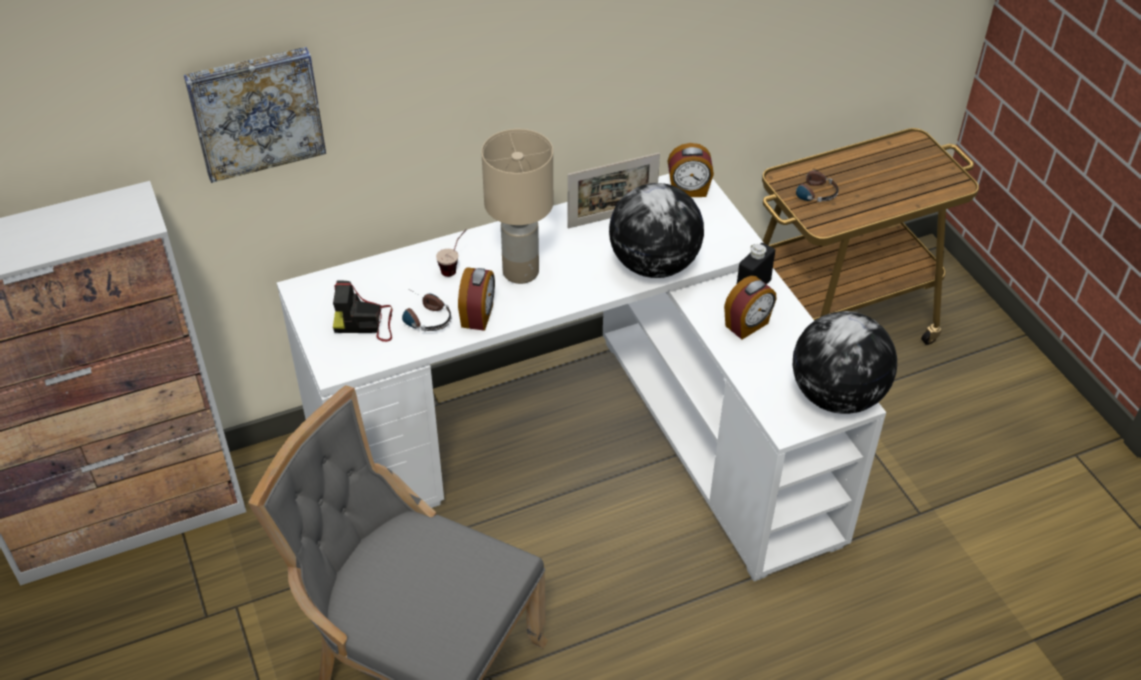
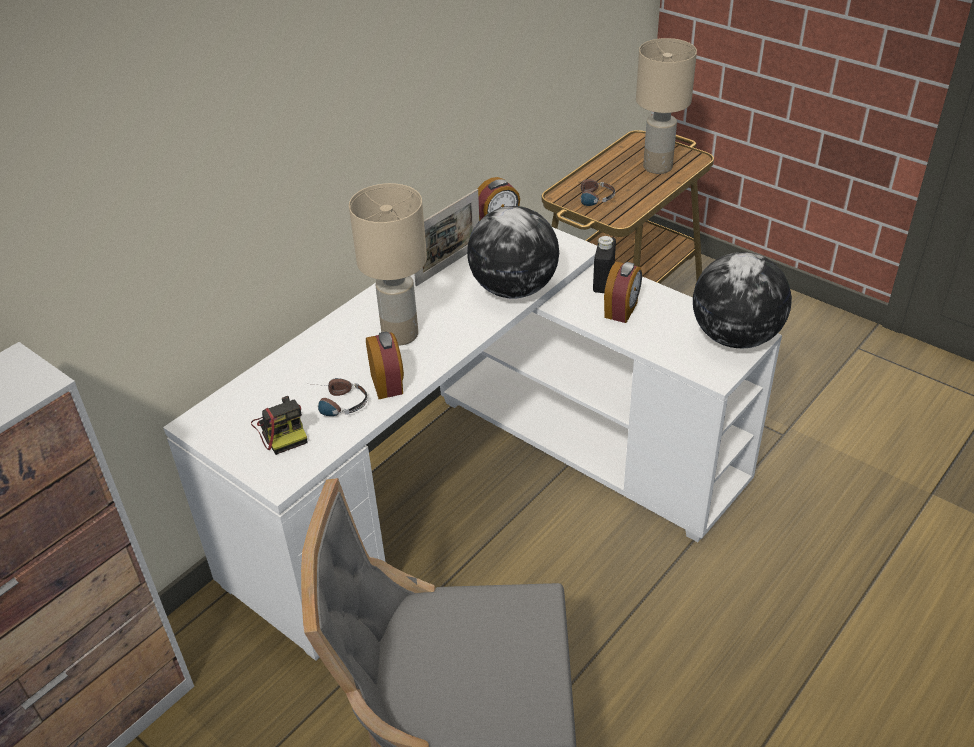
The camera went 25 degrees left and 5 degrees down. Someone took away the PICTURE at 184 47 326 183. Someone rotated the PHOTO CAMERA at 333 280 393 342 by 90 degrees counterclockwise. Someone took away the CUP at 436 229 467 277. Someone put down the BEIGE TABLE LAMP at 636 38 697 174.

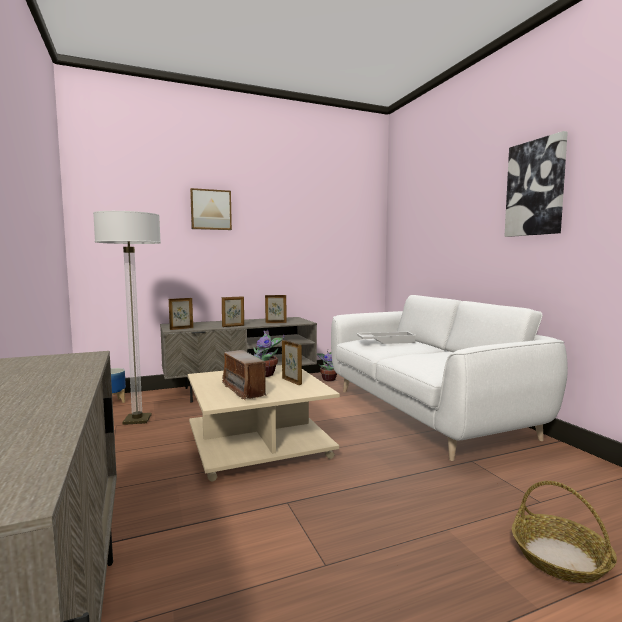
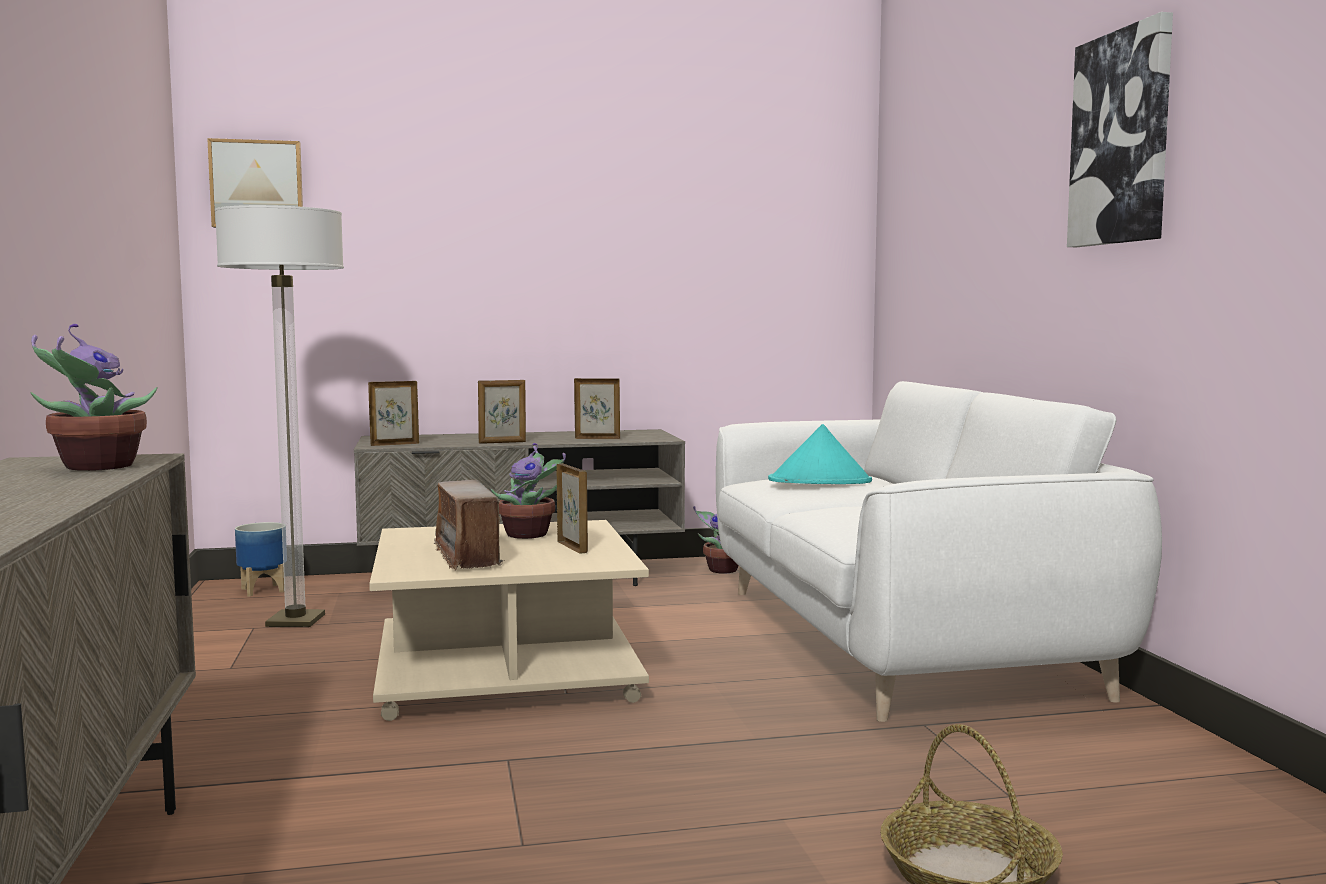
The camera went 10 degrees right and 0 degrees up. Someone carried the PICTURE from 190 188 232 230 to 207 138 303 228. Someone swapped the WHITE TRAY at 356 332 417 344 for the TURQUOISE HAT at 768 424 872 484. Someone put down the POTTED PLANT at 30 324 157 471.

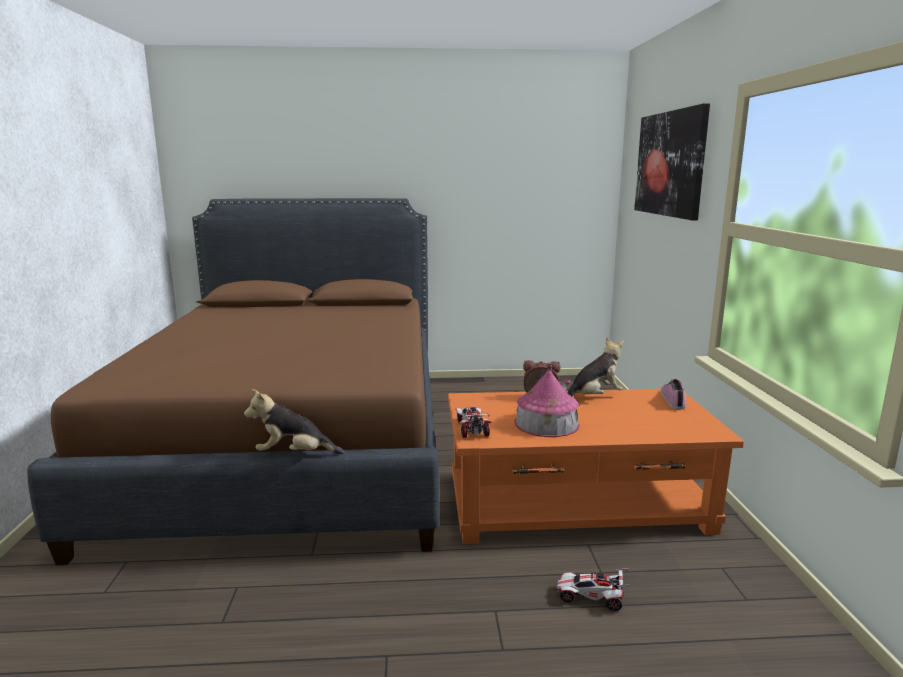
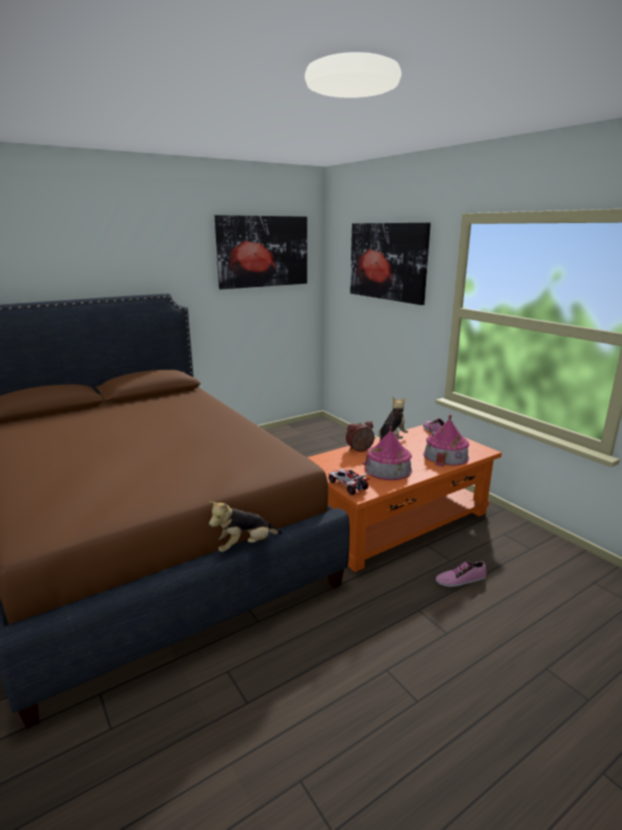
The camera went 30 degrees left and 5 degrees up. Someone swapped the TOY CAR at 555 568 629 611 for the SHOE at 436 561 487 587. Someone put up the PICTURE at 215 215 307 289. Someone put down the TOY HOUSE at 423 414 469 467.

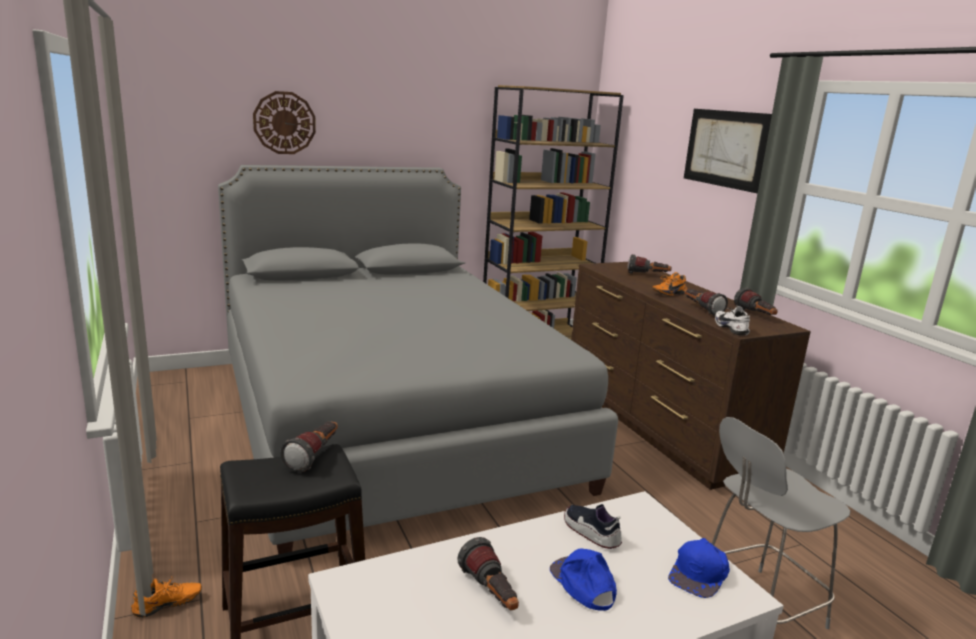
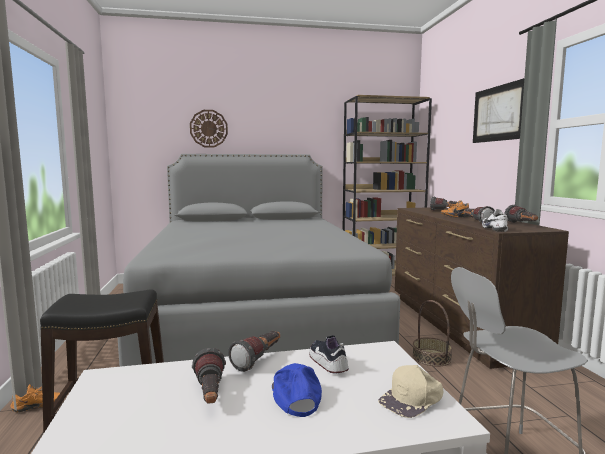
The camera went 15 degrees right and 10 degrees down. Someone carried the FLASHLIGHT from 280 421 338 472 to 228 331 280 372. Someone repainted the BLUE CAP at 668 538 730 598, which became the BEIGE CAP at 378 365 444 418. Someone put down the BASKET at 412 300 453 367.

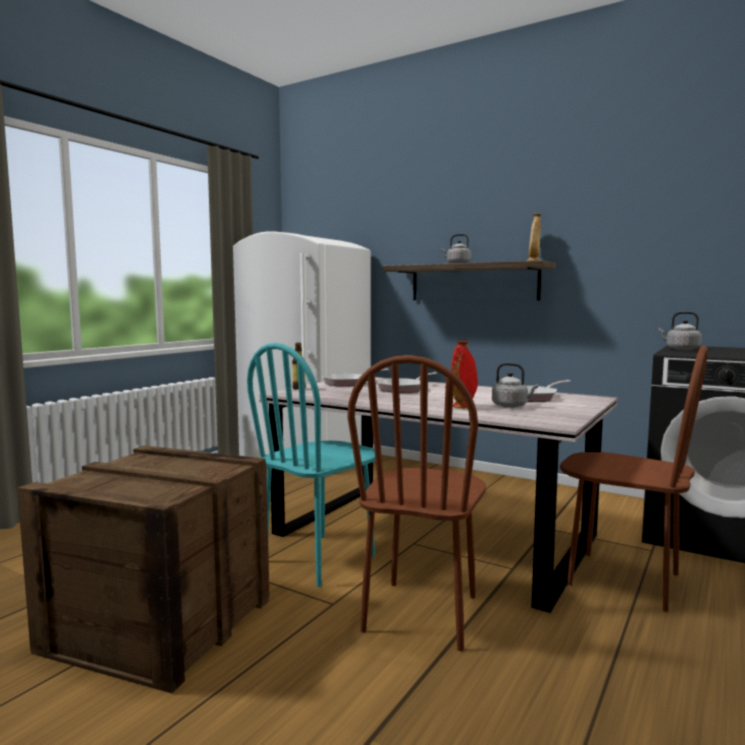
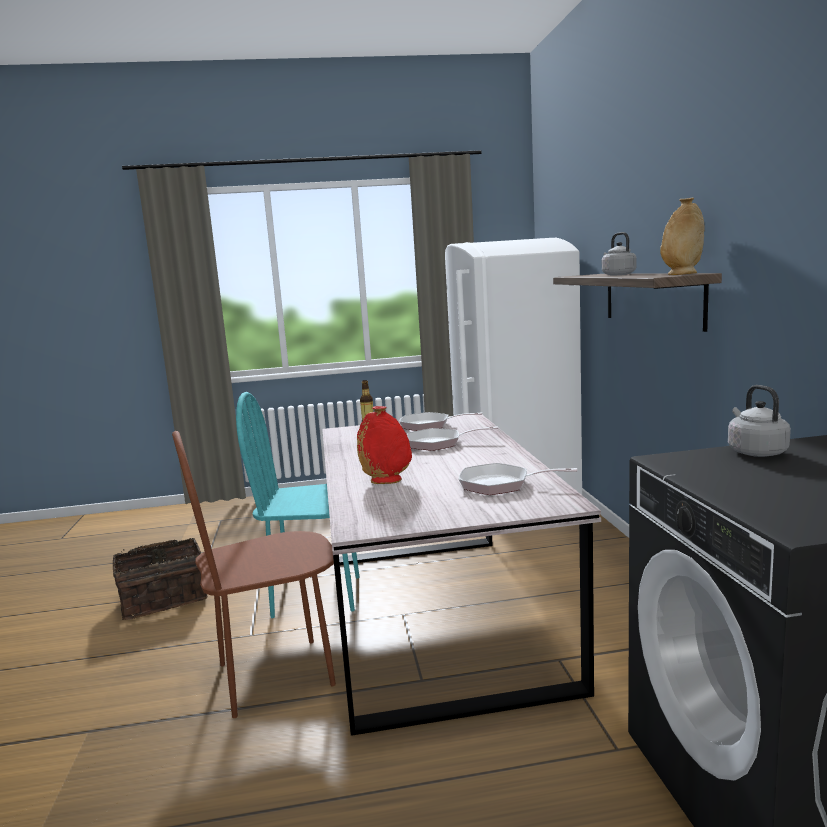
The camera went 50 degrees right and 5 degrees up. Someone swapped the CRATE at 18 445 270 693 for the BASKET at 113 538 207 620. Someone took away the GREY KETTLE at 492 363 538 408. Someone took away the BROWN CHAIR at 560 346 708 612.

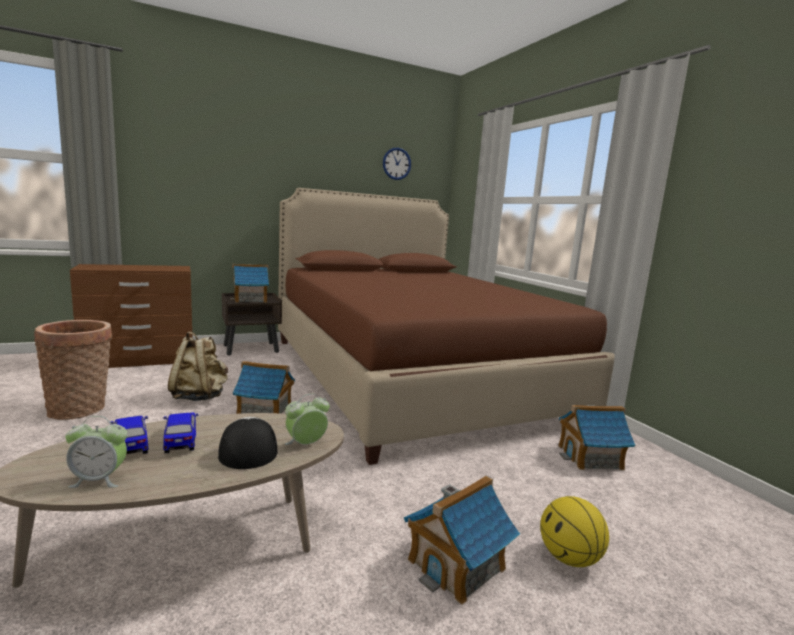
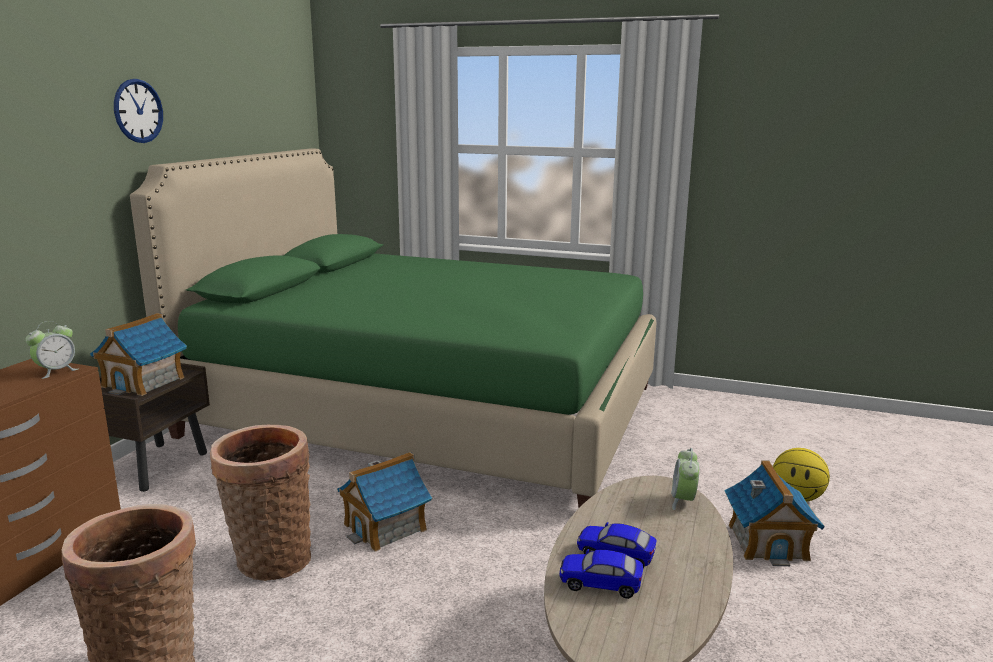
The camera went 45 degrees left and 5 degrees up. Someone carried the ALARM CLOCK from 65 416 127 488 to 26 321 78 379. Someone swapped the BEIGE BACKPACK at 168 331 228 401 for the BASKET at 210 425 311 581. Someone took away the CAP at 218 417 277 469. Someone repainted the BROWN BED at 278 188 615 465, which became the GREEN BED at 130 148 657 508. Someone carried the WALL CLOCK from 383 148 411 180 to 114 79 163 143. Someone took away the TOY HOUSE at 558 405 635 470.

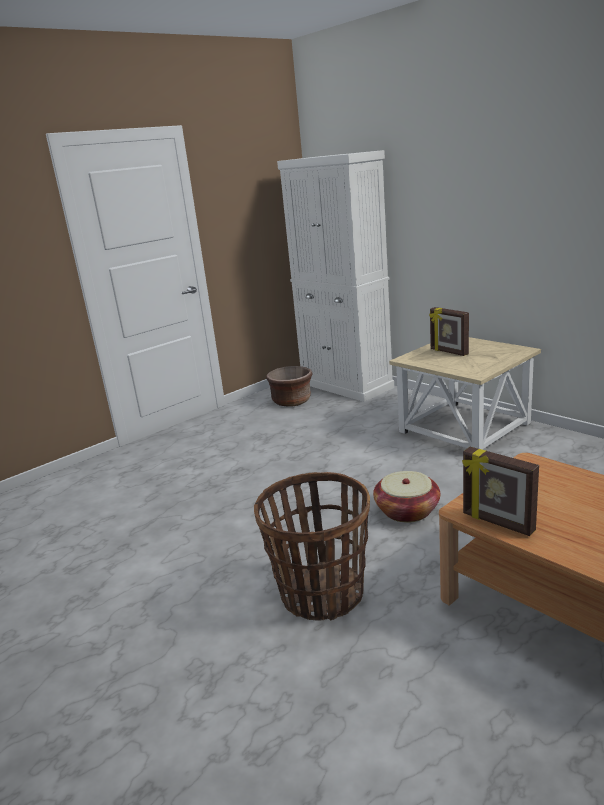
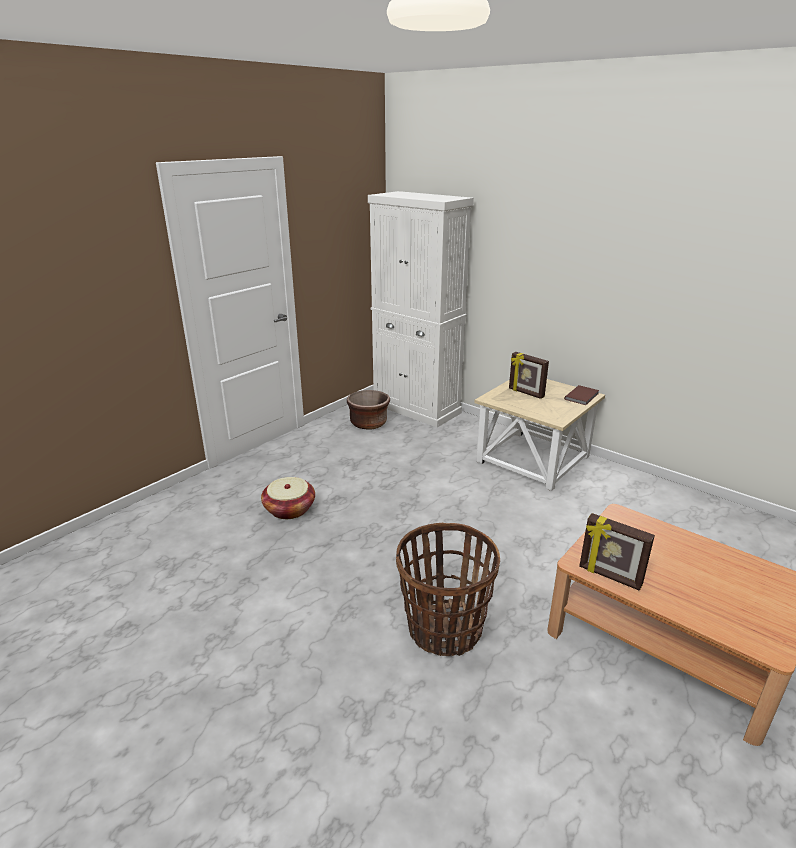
The camera went 10 degrees left and 5 degrees up. Someone carried the BASKET from 373 471 440 523 to 261 477 315 519. Someone put down the BROWN BOOK at 564 385 599 405.

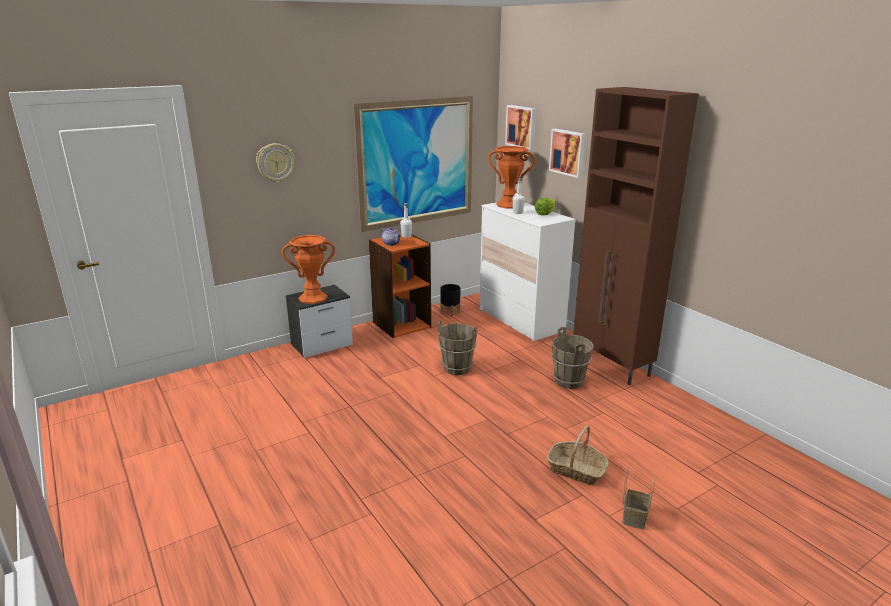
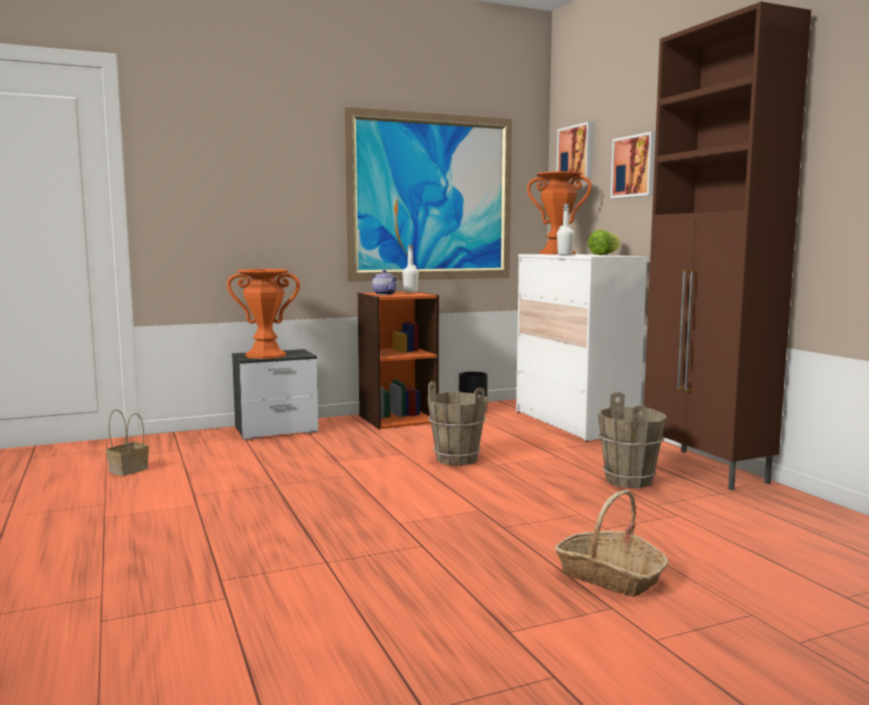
The camera went 10 degrees right and 15 degrees down. Someone took away the WALL CLOCK at 256 143 295 183. Someone carried the BASKET from 623 470 656 529 to 106 409 149 476.

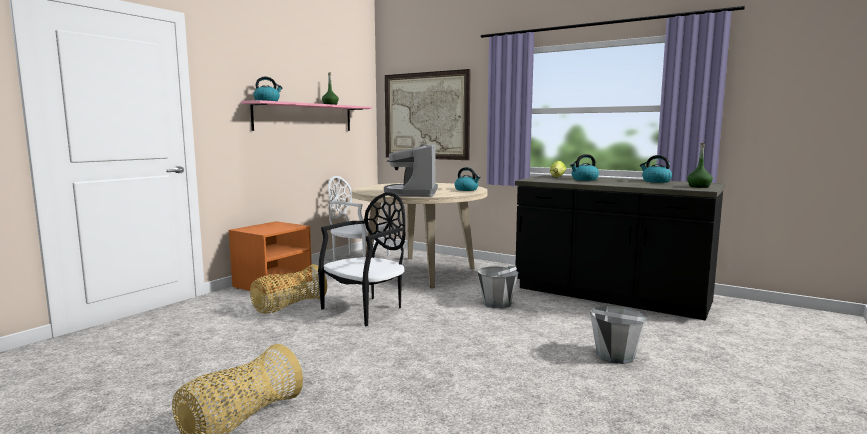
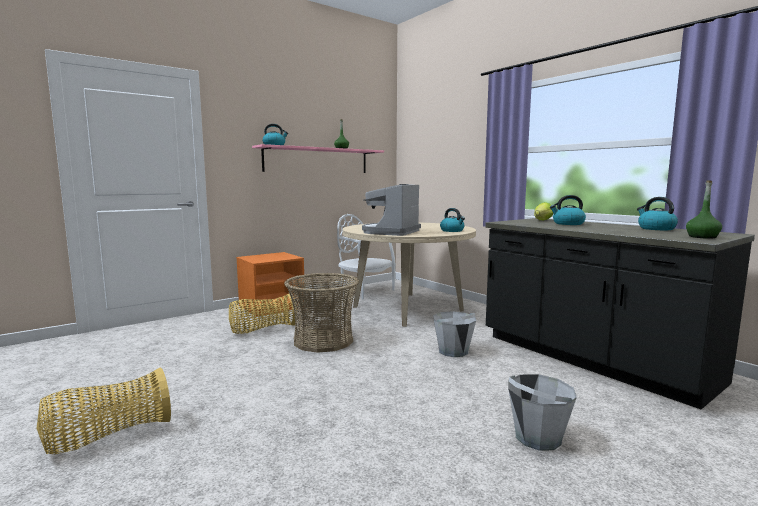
The camera went 20 degrees right and 0 degrees up. Someone swapped the BLACK CHAIR at 318 192 405 326 for the BASKET at 284 273 359 353. Someone took away the PICTURE at 385 69 471 160.

